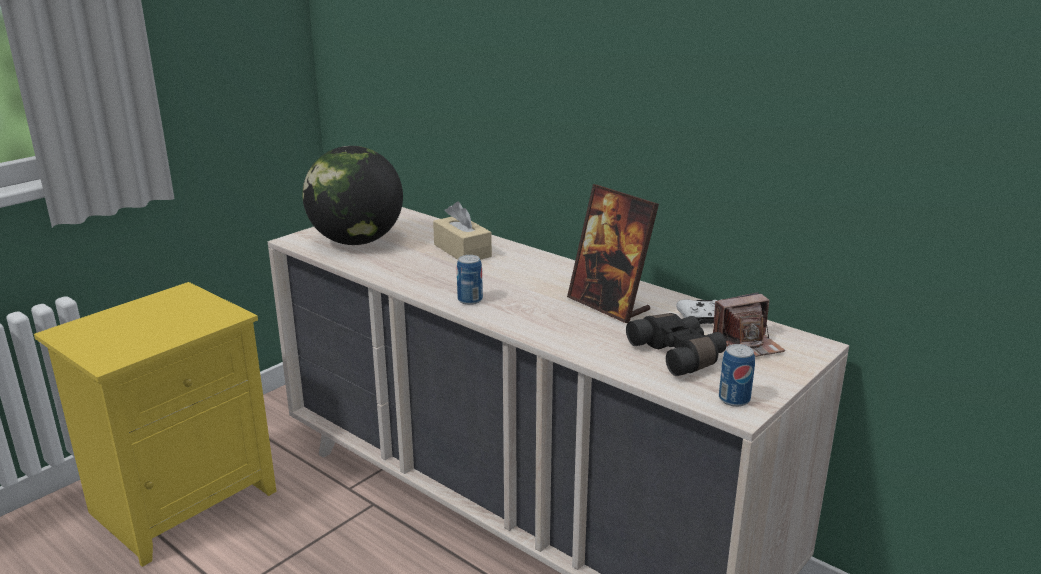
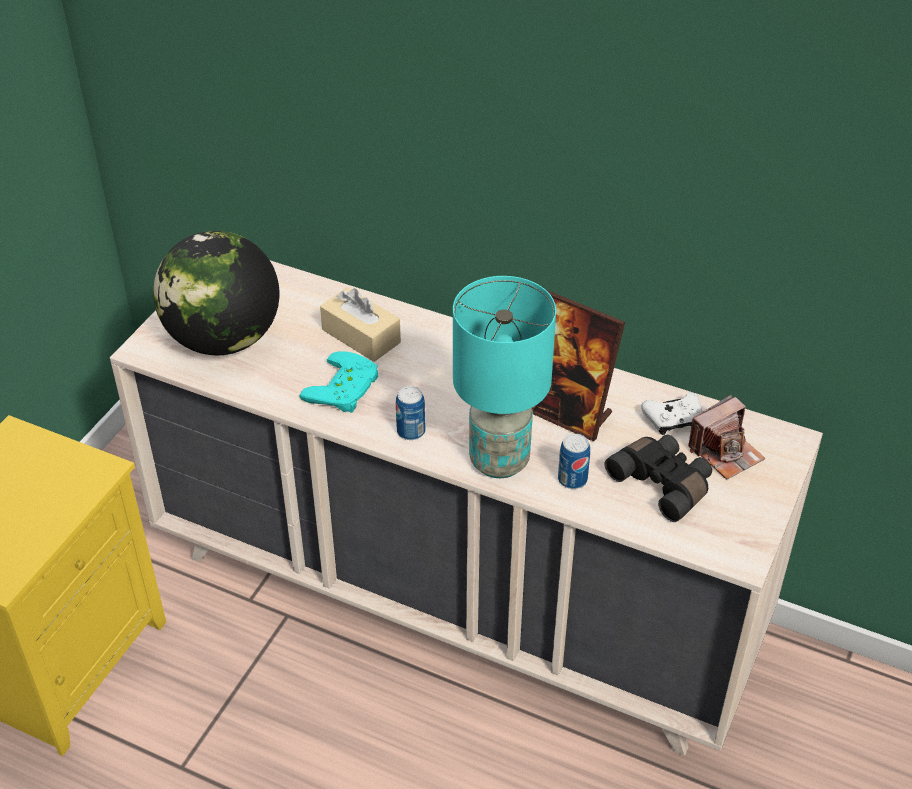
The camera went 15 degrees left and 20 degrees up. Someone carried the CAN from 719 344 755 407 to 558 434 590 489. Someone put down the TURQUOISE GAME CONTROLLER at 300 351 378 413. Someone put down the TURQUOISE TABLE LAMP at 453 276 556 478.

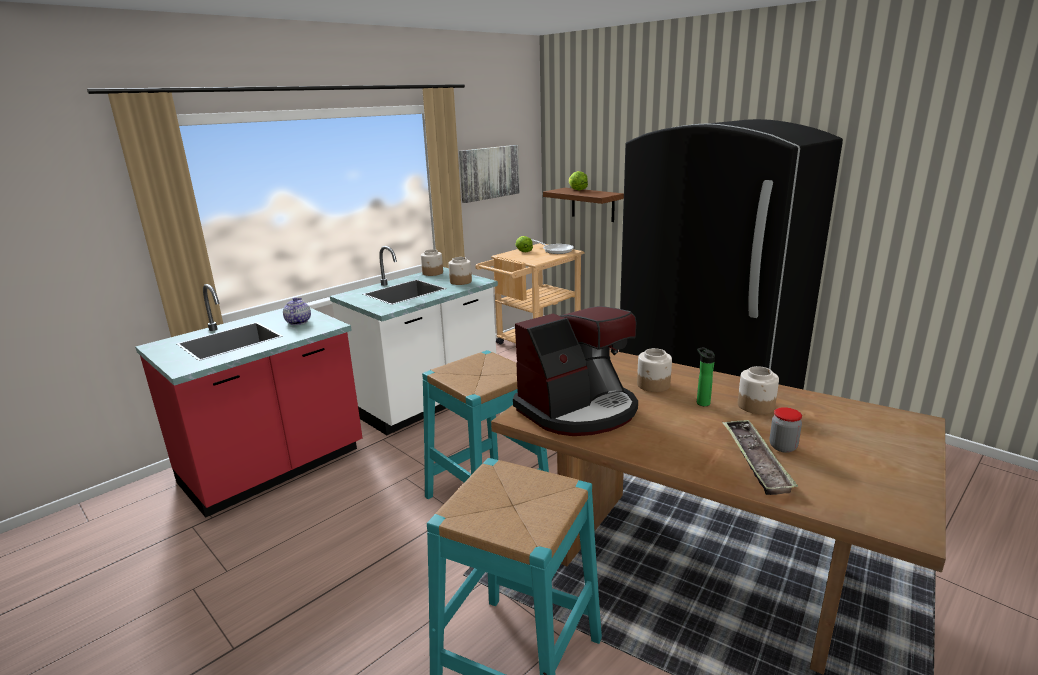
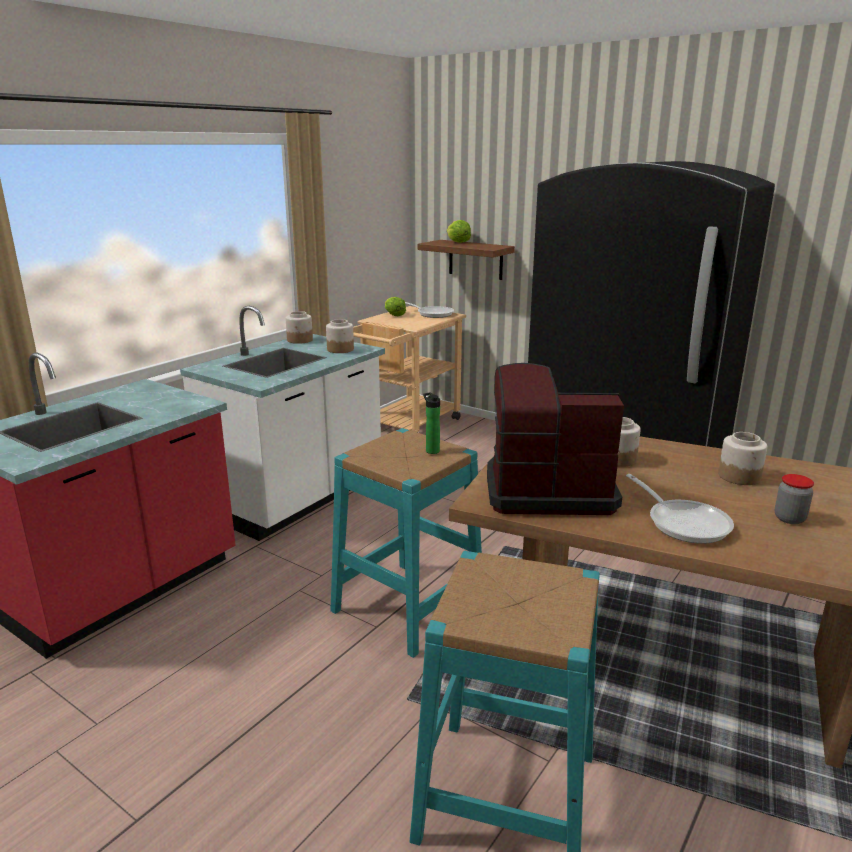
The camera went 10 degrees left and 0 degrees up. Someone took away the TEAPOT at 283 298 311 325. Someone took away the PICTURE at 459 145 520 203. Someone rotated the COFFEE MACHINE at 513 306 638 436 by 135 degrees counterclockwise. Someone carried the BOTTLE from 697 347 715 406 to 423 392 440 454. Someone took away the TRAY at 722 419 798 495. Someone put down the FRYING PAN at 626 474 734 544.

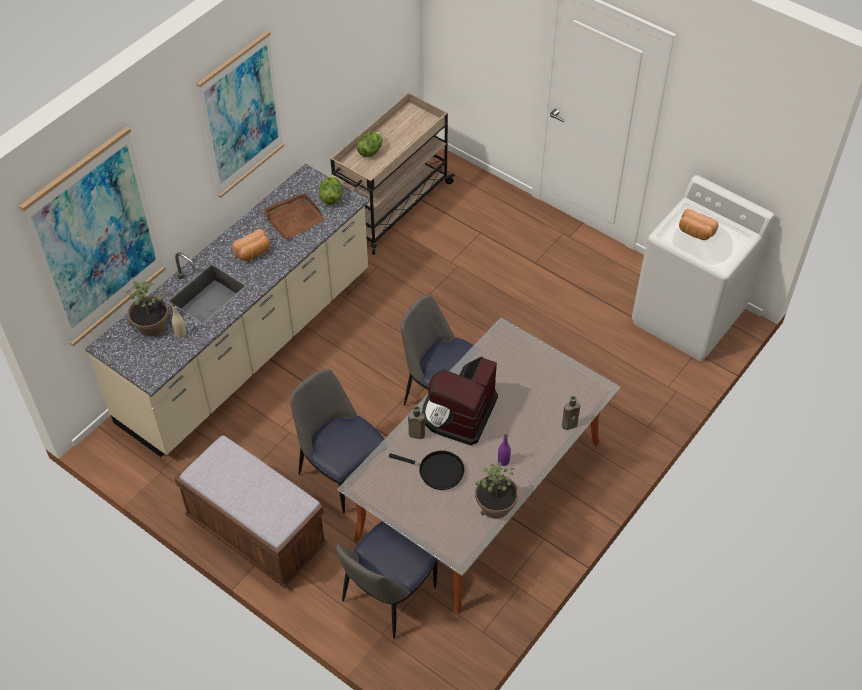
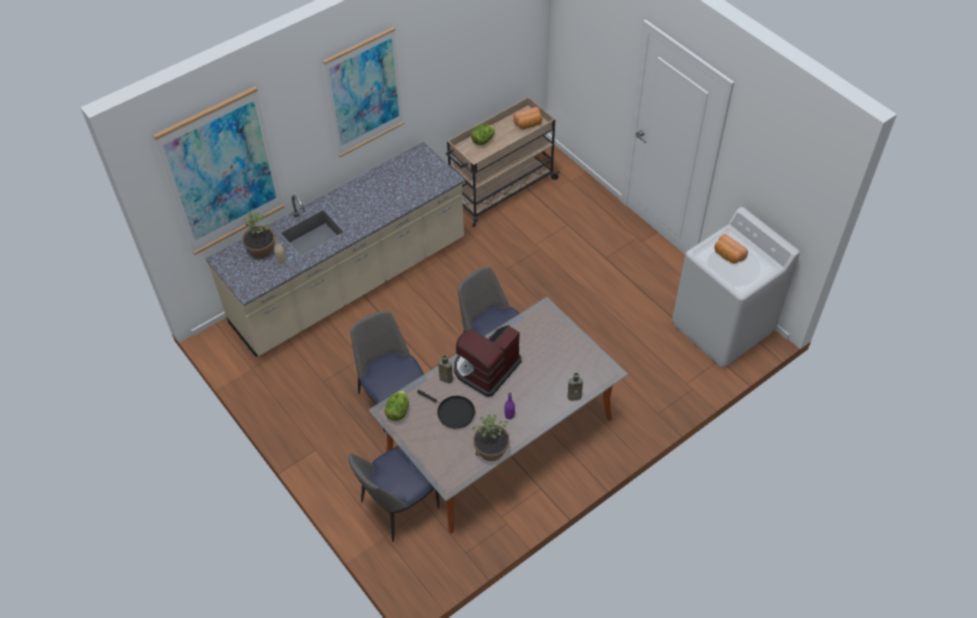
The camera went 15 degrees right and 0 degrees up. Someone took away the BROWN BENCH at 174 435 327 588. Someone carried the BREAD from 232 229 271 261 to 514 107 542 129. Someone took away the BROWN TRAY at 264 193 325 240. Someone carried the LETTUCE from 319 175 343 205 to 384 390 409 421.

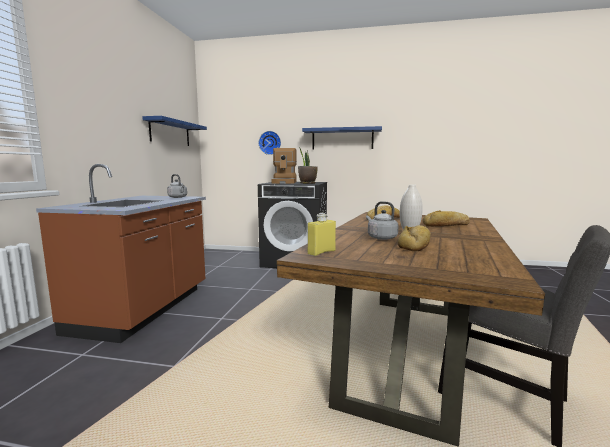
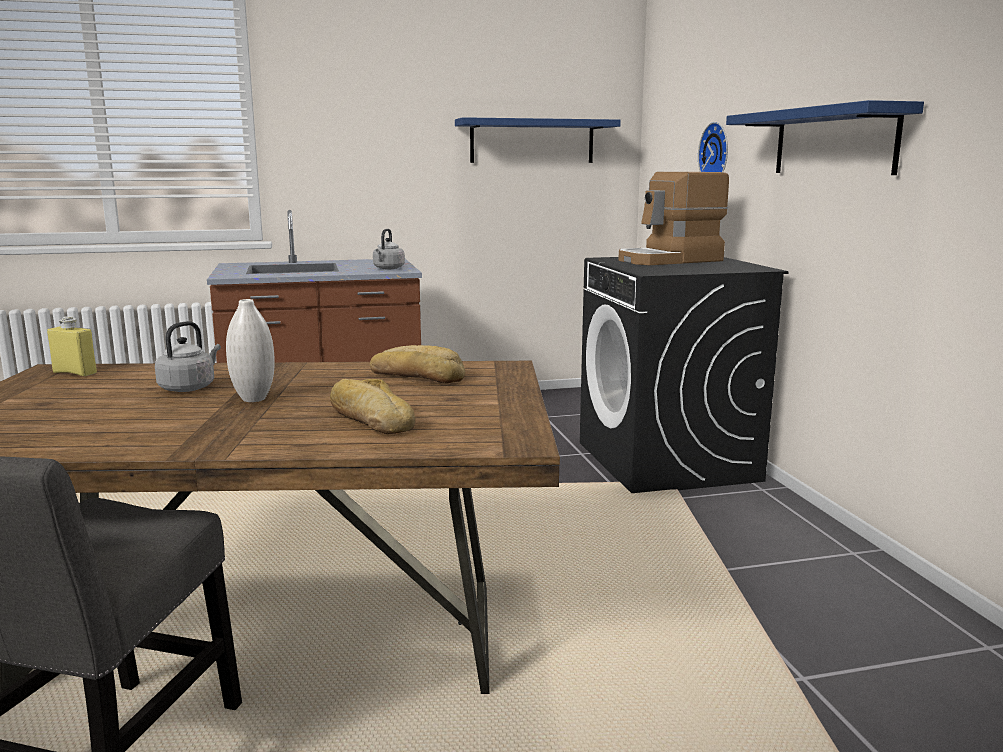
The camera went 65 degrees right and 5 degrees up. Someone took away the POTTED PLANT at 298 147 318 184. Someone took away the BREAD at 398 225 431 251.

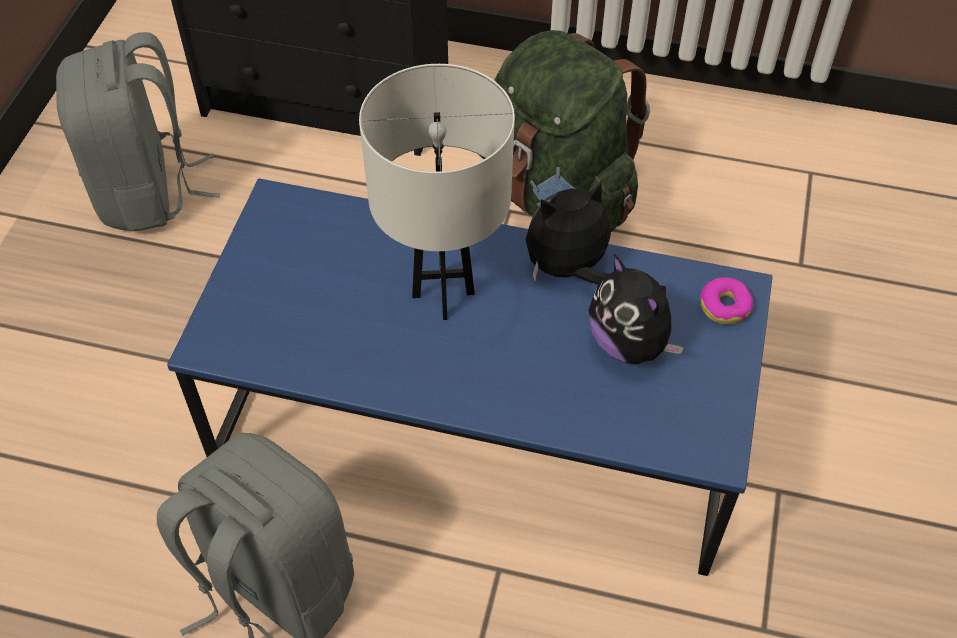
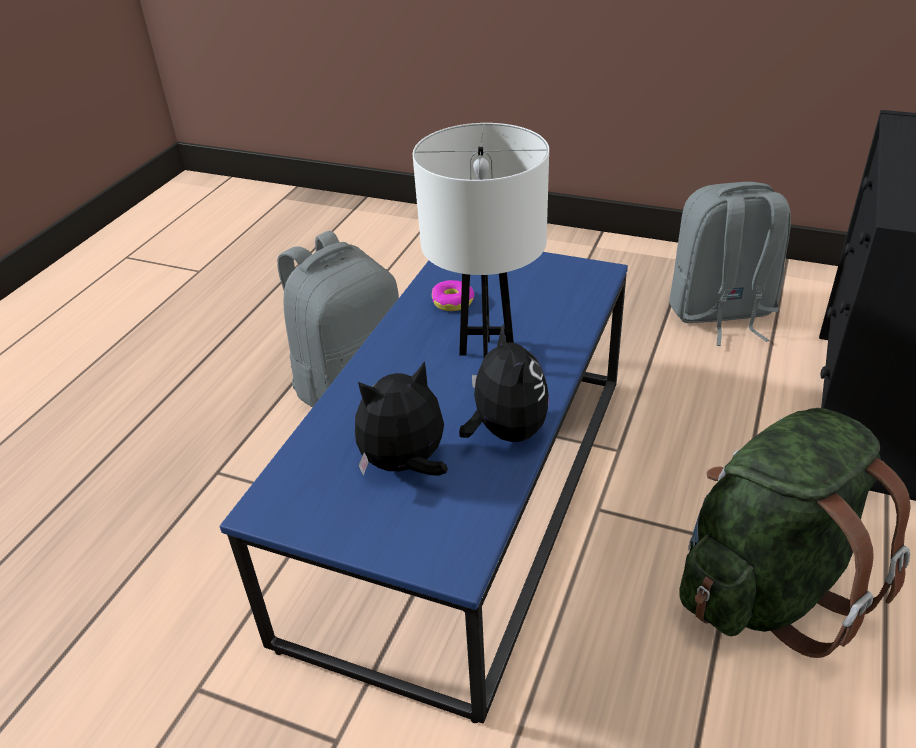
The camera went 100 degrees right and 15 degrees down. Someone carried the DONUT from 699 277 753 324 to 432 280 474 311.

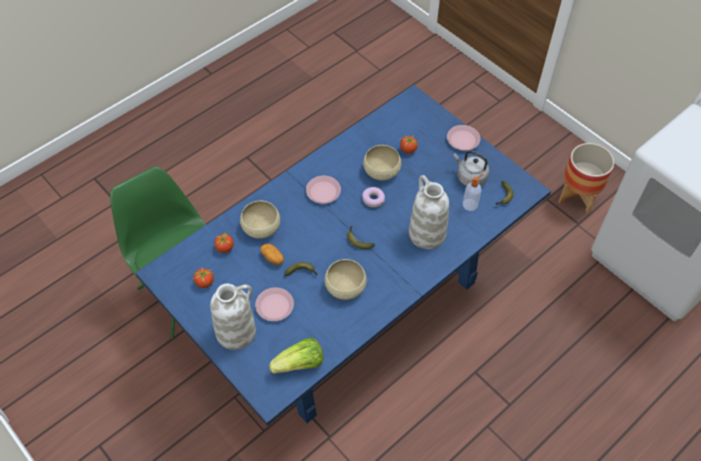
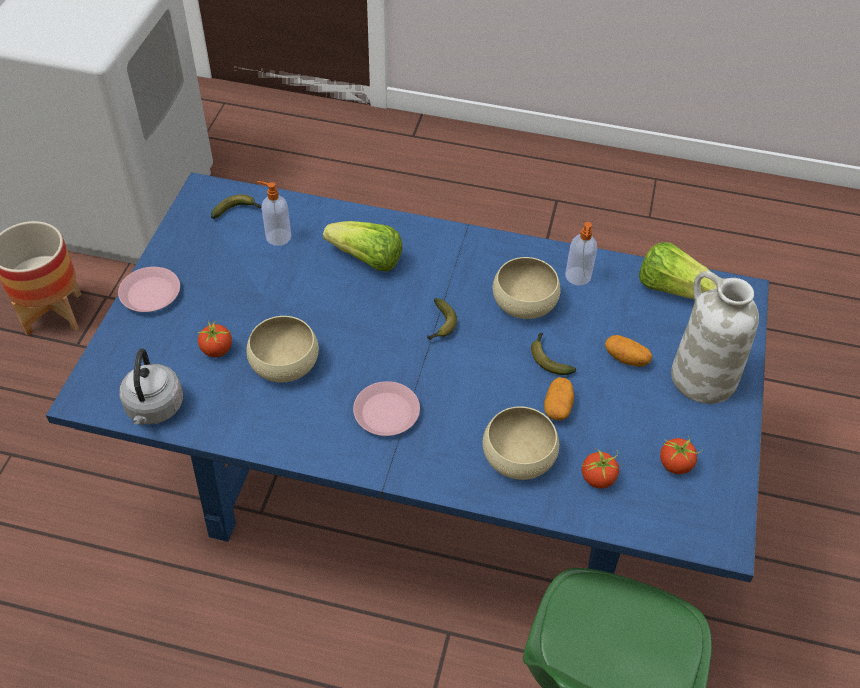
The camera went 125 degrees left and 5 degrees down. Someone swapped the PINK PLATE at 255 287 294 321 for the POTATO at 605 335 653 367. Someone took away the DONUT at 362 187 385 207. Someone swapped the WHITE VASE at 409 175 449 249 for the LETTUCE at 323 221 402 272. Someone carried the GREY KETTLE from 453 150 489 186 to 119 349 183 425. Someone put down the SOAP DISPENSER at 565 222 597 286.

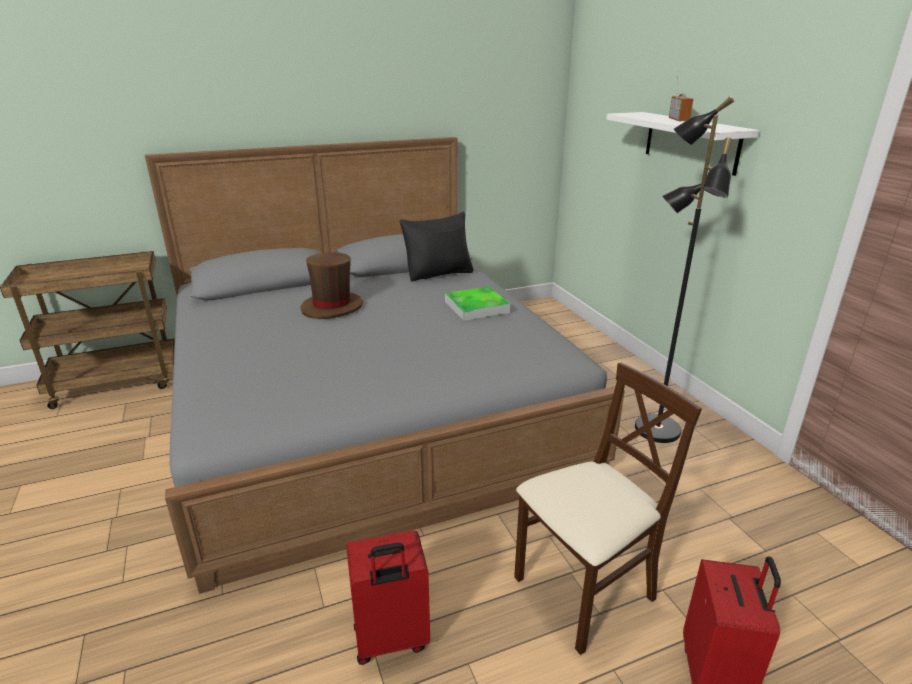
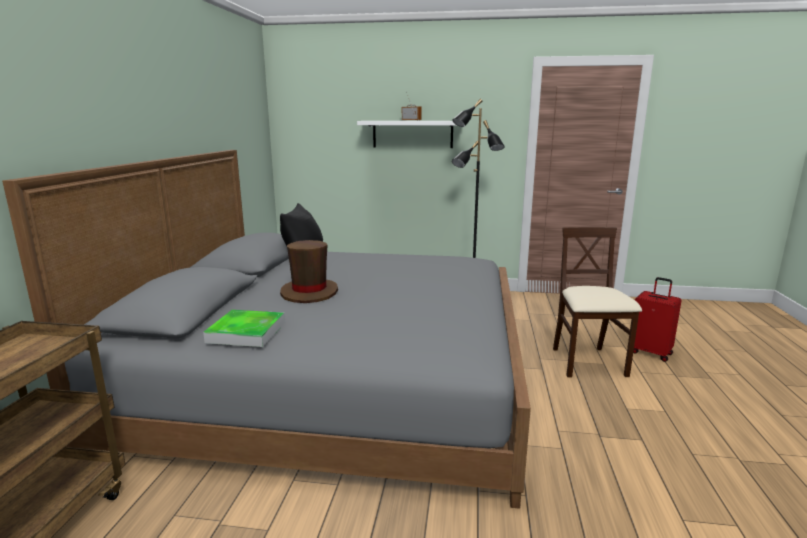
The camera went 60 degrees left and 10 degrees down. Someone took away the RED SUITCASE at 346 531 430 665. Someone carried the TRAY from 445 286 510 321 to 203 310 285 347.

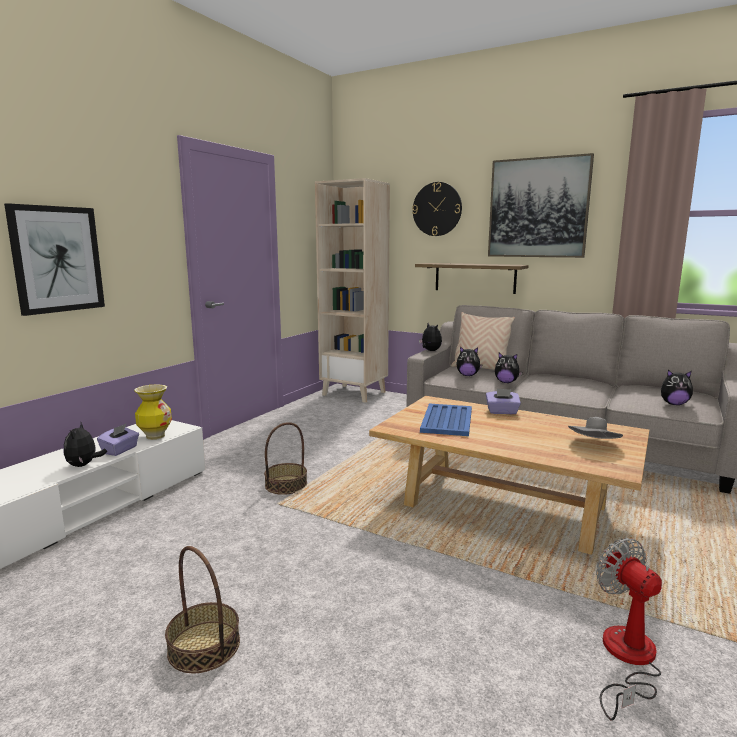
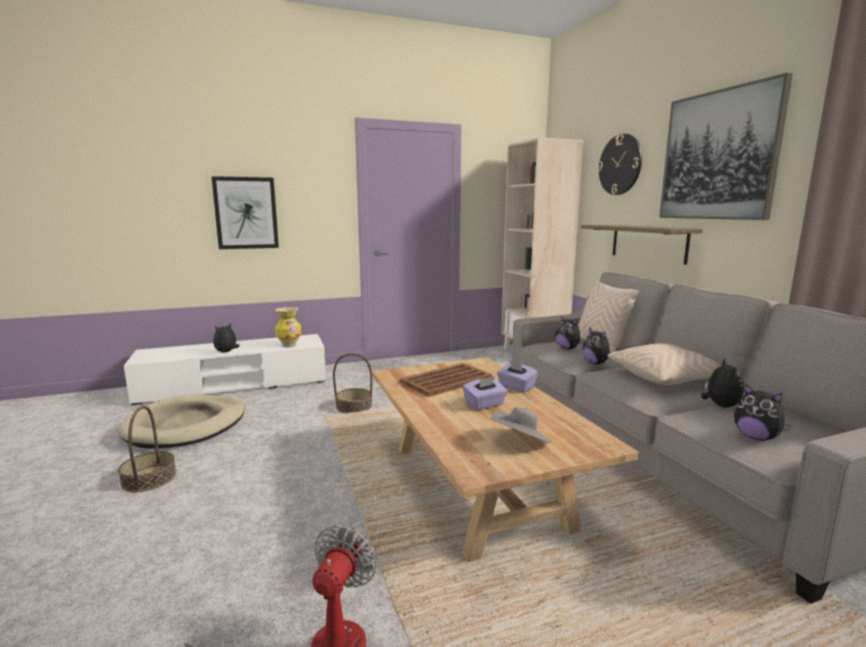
The camera went 40 degrees right and 0 degrees up. Someone carried the PURPLE TISSUE BOX from 97 424 139 456 to 463 376 508 410. Someone carried the PLUSH TOY from 419 323 442 351 to 701 359 744 408. Someone repainted the BLUE TRAY at 420 404 472 436, which became the BROWN TRAY at 400 363 492 397. Someone put down the BEIGE DOG BED at 117 395 245 449. Someone put down the BEIGE PILLOW at 607 343 721 385.

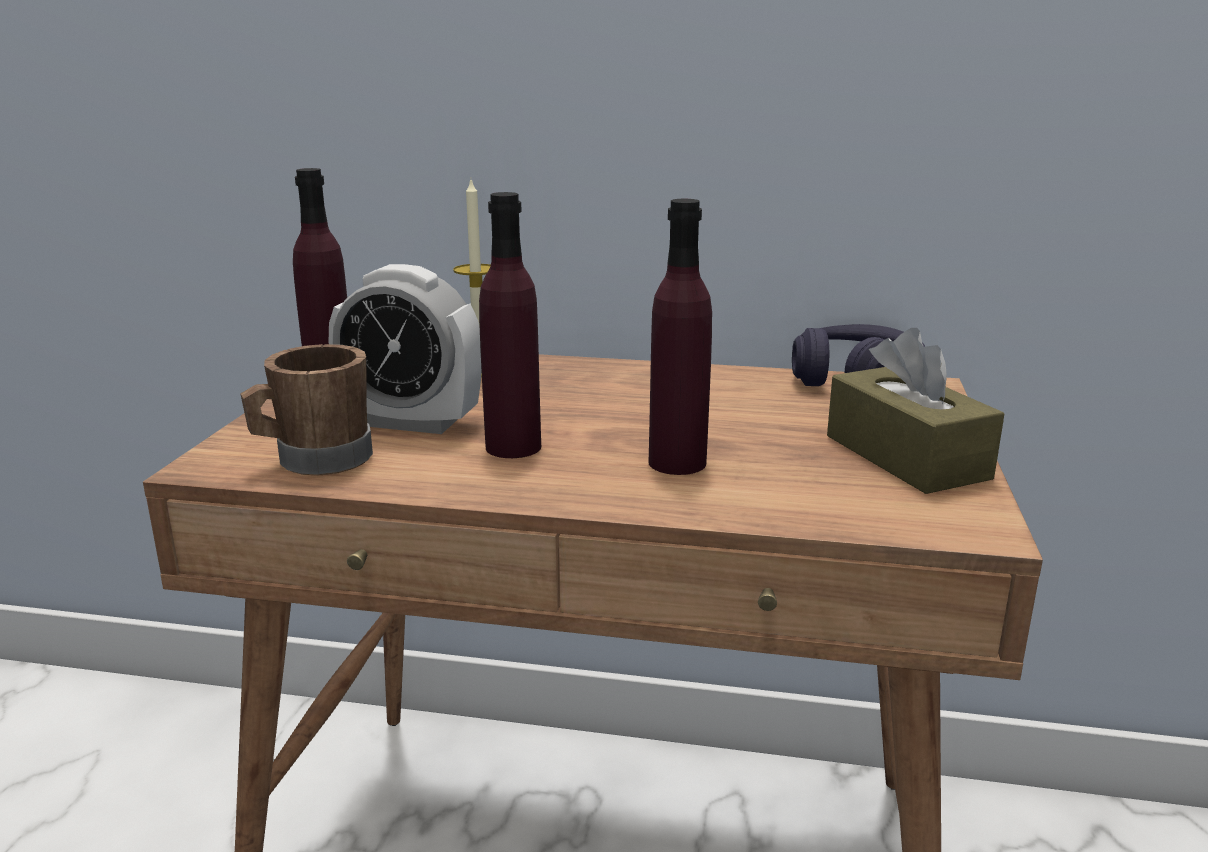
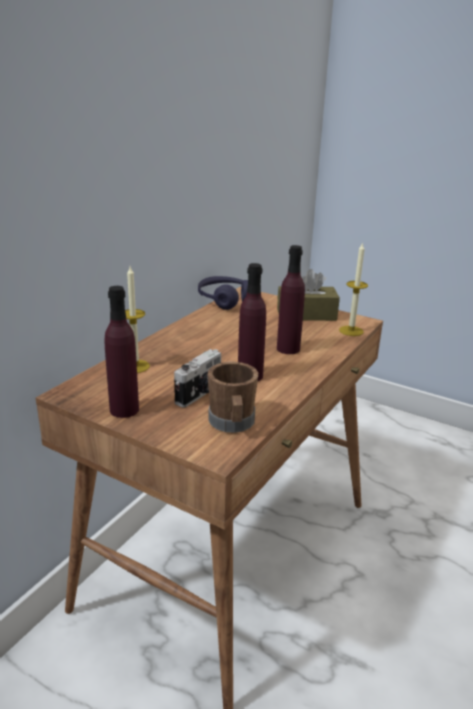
The camera went 70 degrees left and 5 degrees up. Someone swapped the ALARM CLOCK at 329 264 481 434 for the PHOTO CAMERA at 174 349 221 408. Someone put down the CANDLE at 339 242 368 336.

